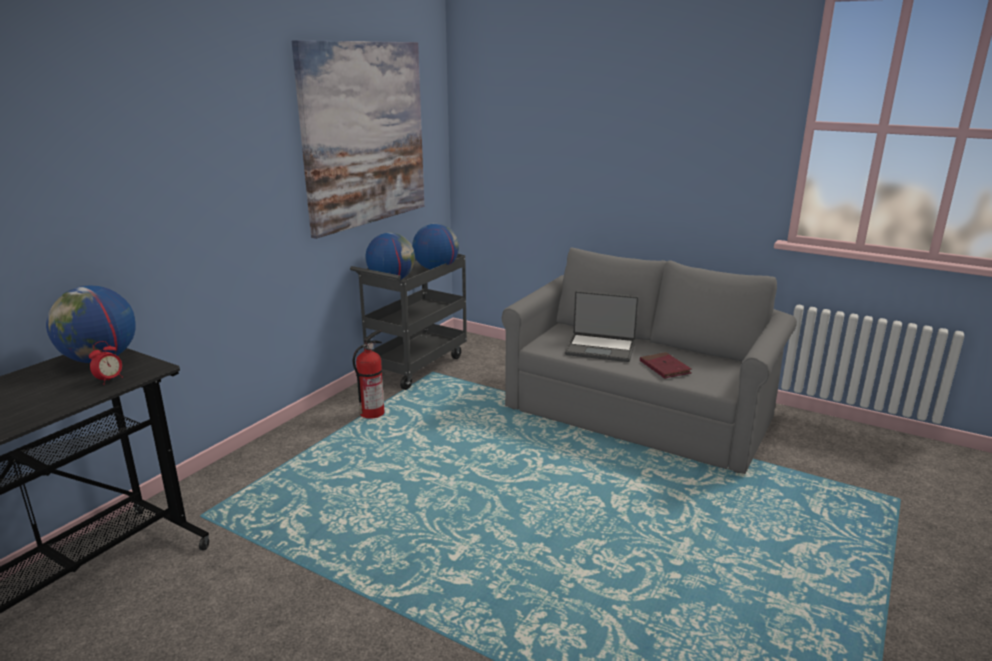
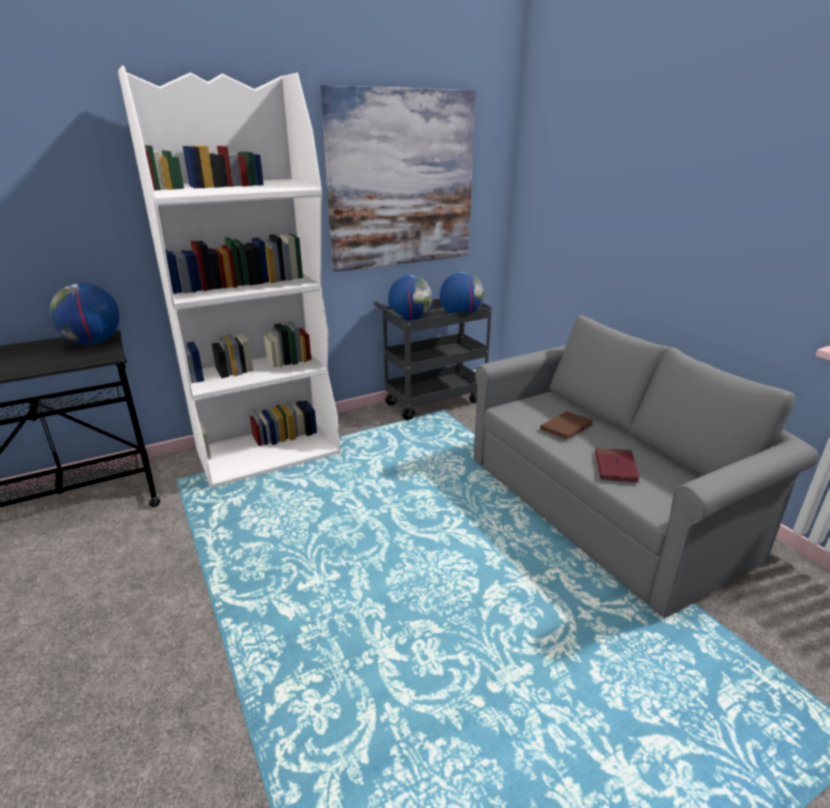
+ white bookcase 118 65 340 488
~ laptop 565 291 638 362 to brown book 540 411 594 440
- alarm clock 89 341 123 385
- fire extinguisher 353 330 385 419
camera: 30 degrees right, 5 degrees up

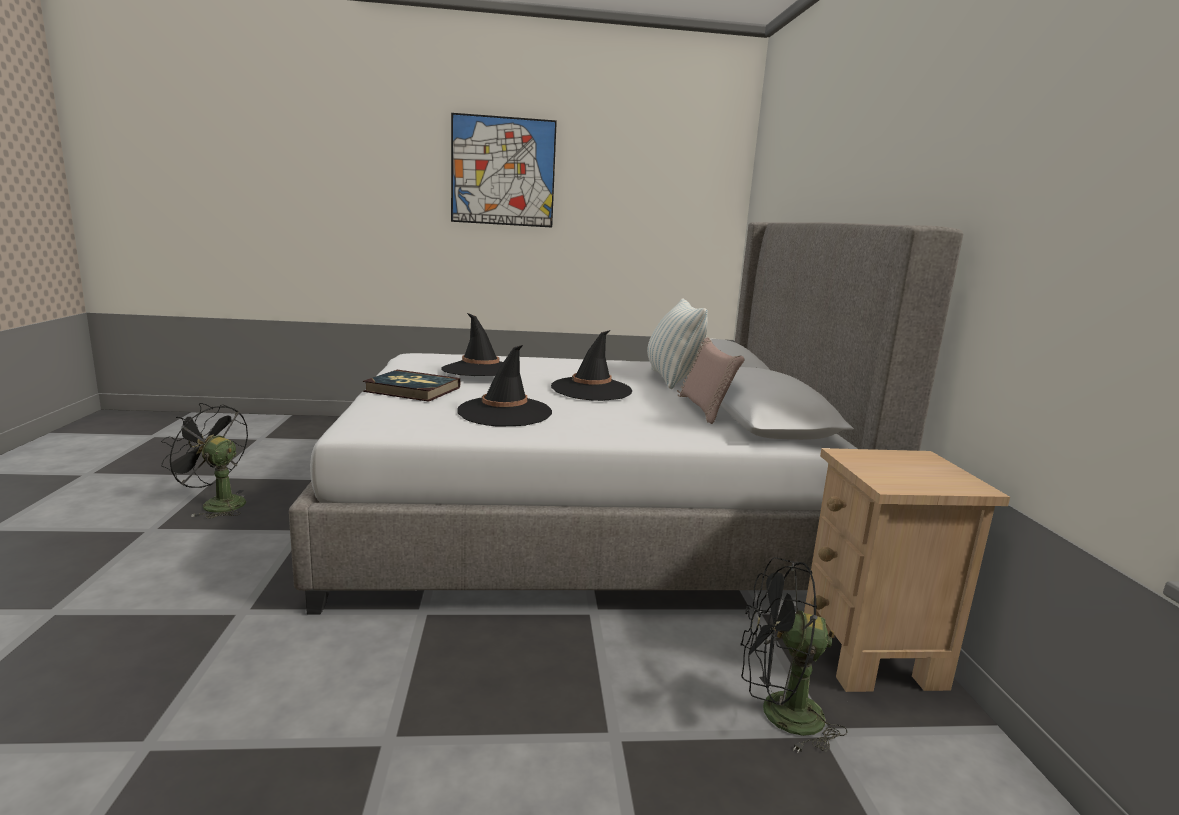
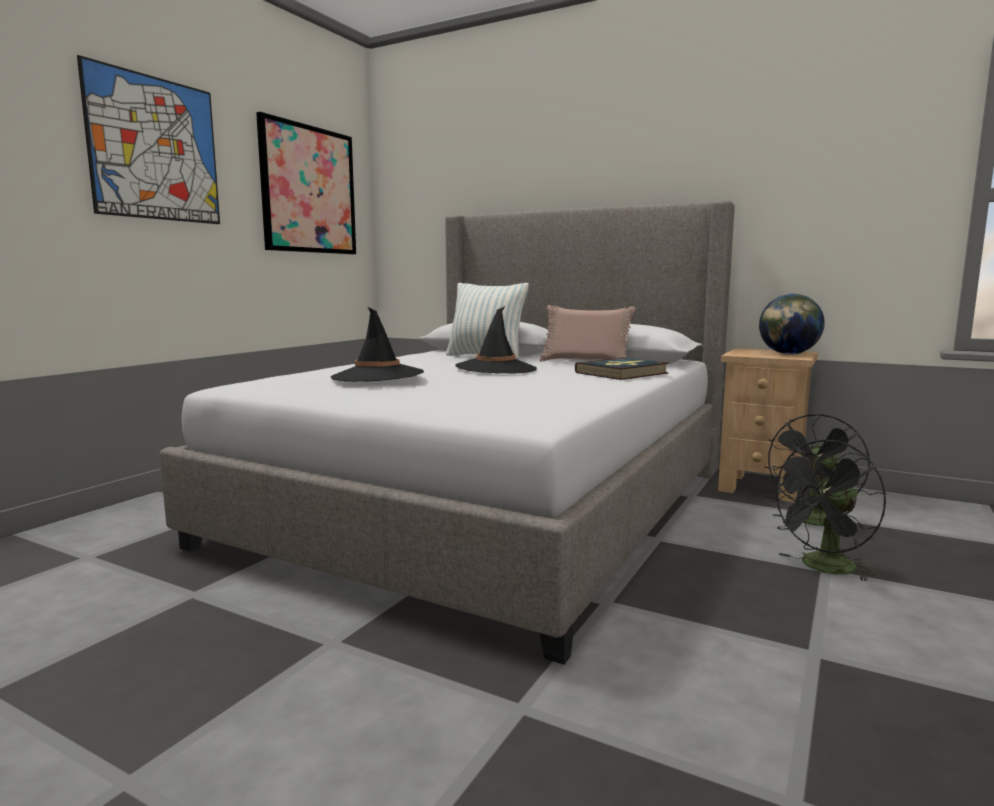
+ picture 256 112 356 254
~ book 363 370 461 402 to 575 357 669 380
+ globe 759 294 825 355
~ black fan 161 403 248 519 to 766 440 886 582
- black hat 457 345 552 426
camera: 55 degrees left, 5 degrees down

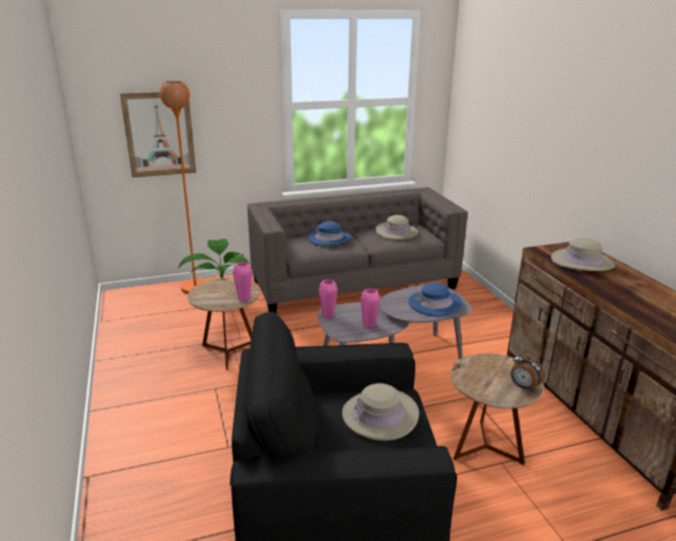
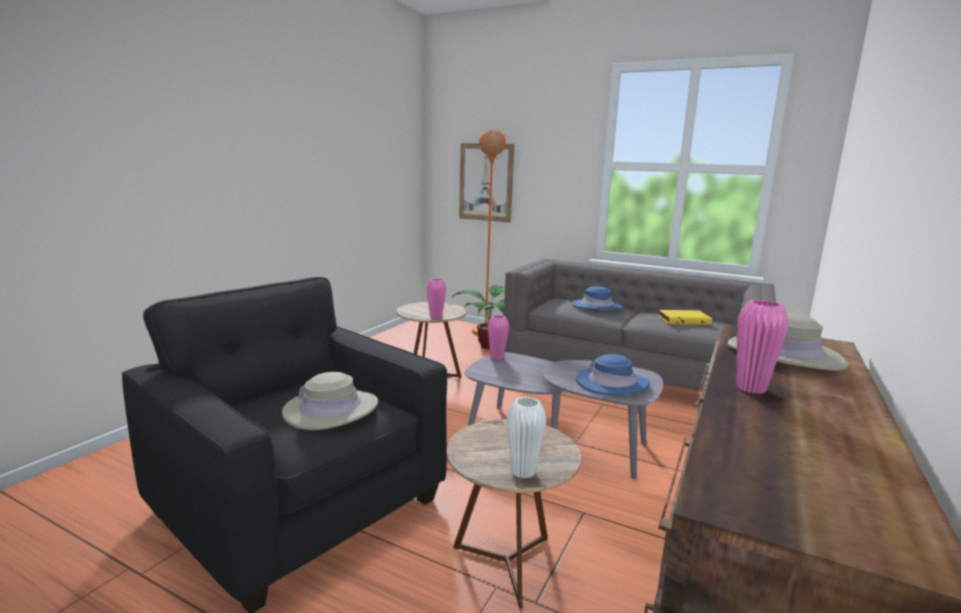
~ alarm clock 511 350 545 392 to white vase 507 397 546 479
~ beige hat 376 215 418 240 to yellow book 658 310 712 325
~ pink vase 361 288 380 328 to 736 300 788 394
camera: 45 degrees right, 10 degrees down

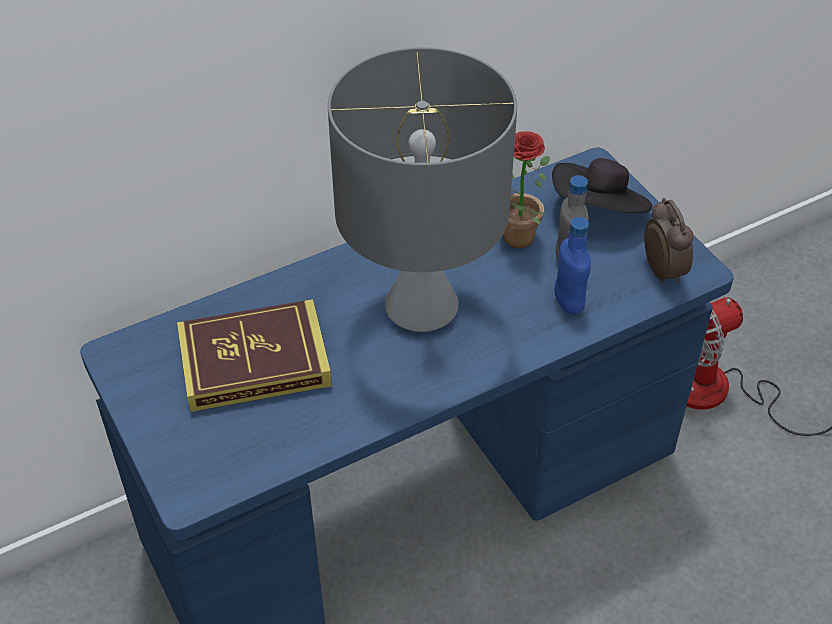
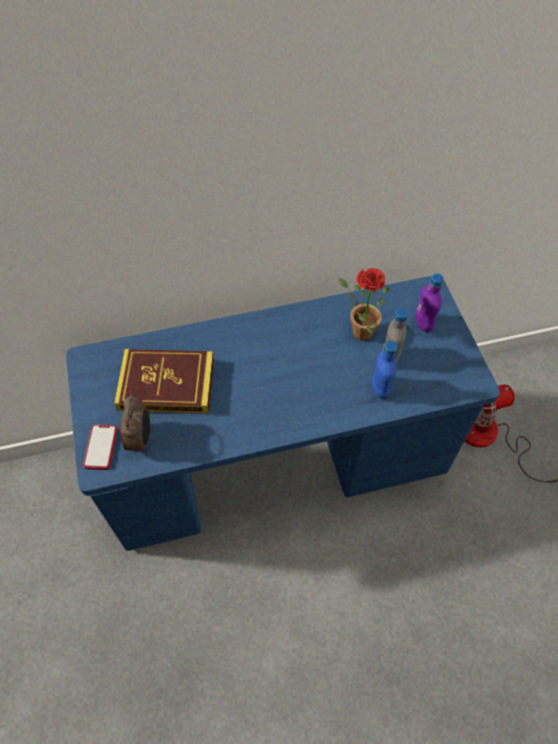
+ phone 83 425 118 470
~ alarm clock 644 198 693 285 to 120 394 150 452
~ black hat 552 158 652 213 to purple bottle 415 273 444 332
- grey table lamp 328 47 517 332
camera: 15 degrees right, 10 degrees up

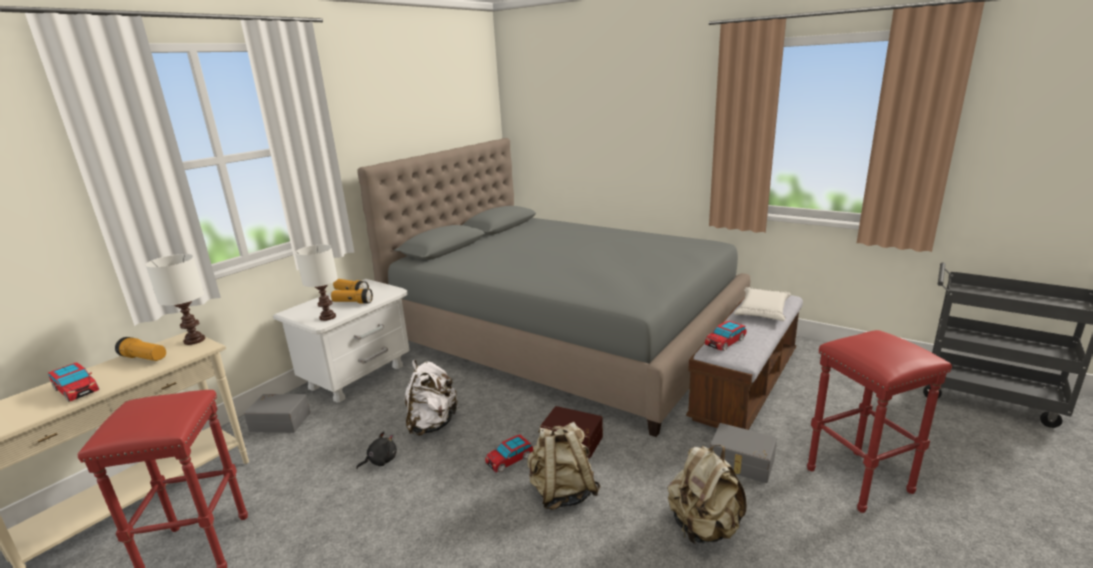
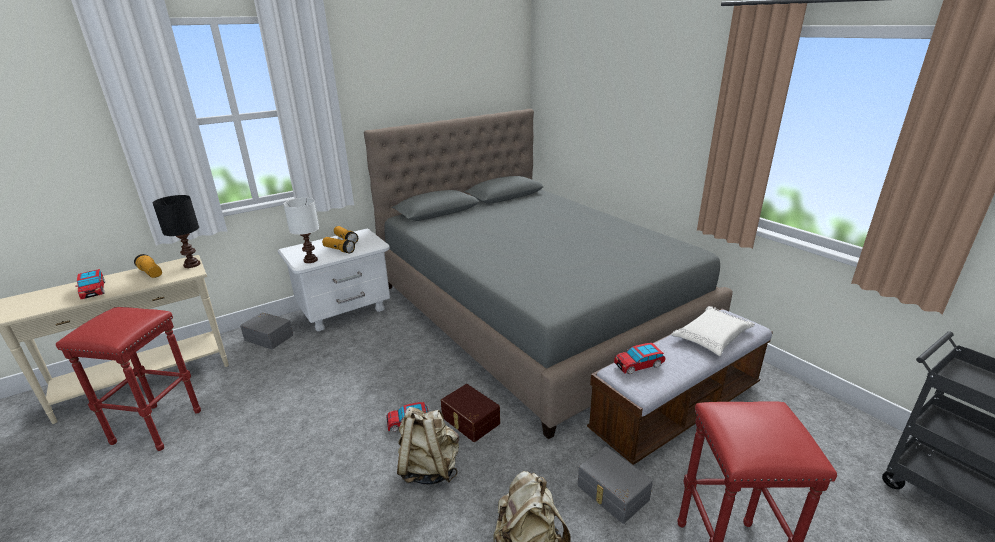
~ white table lamp 145 254 205 345 to black table lamp 153 195 201 268
- black plush toy 356 431 397 469
- white backpack 405 360 460 436
camera: 20 degrees right, 5 degrees up

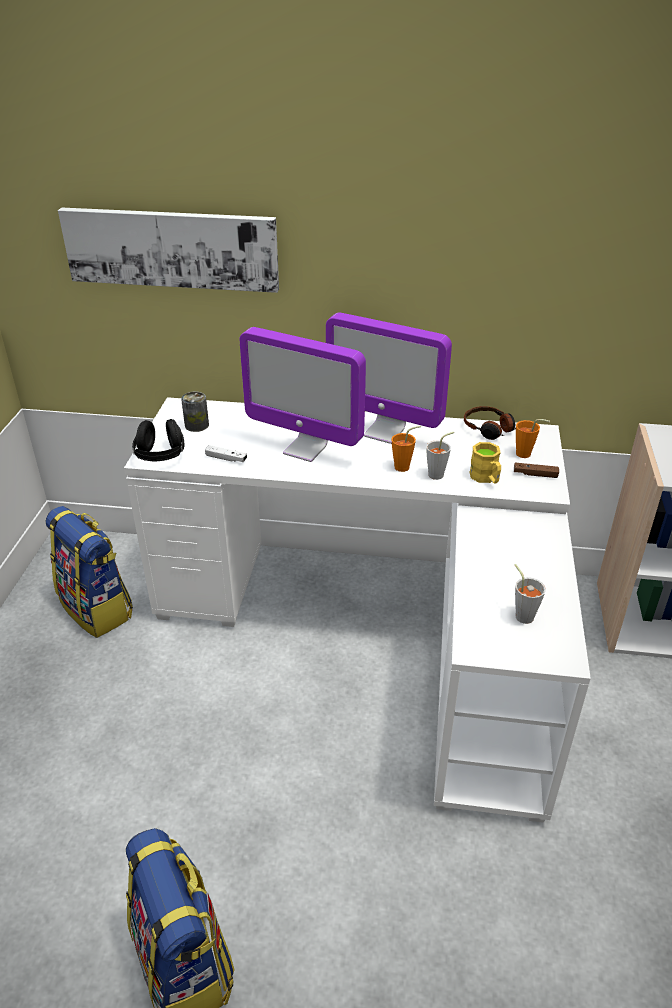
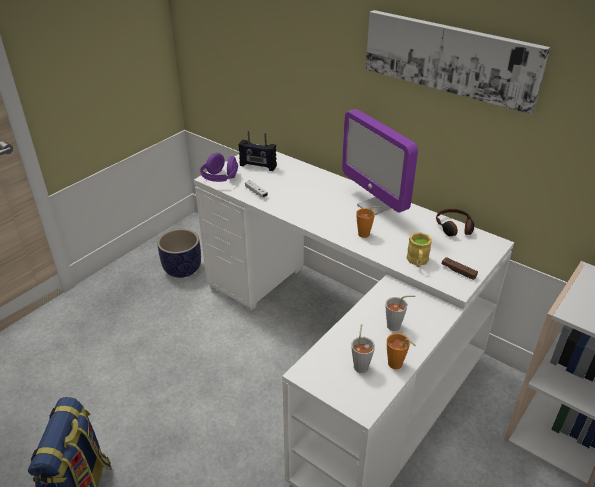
~ backpack 45 506 133 638 to planter 157 229 201 278
~ black headphones 132 419 185 461 to purple headphones 200 153 238 182
~ can 181 392 209 432 to radio 238 131 277 171
~ picture 58 208 279 293 to 366 10 550 114
~ grey cup 426 432 454 480 to 386 295 415 331
~ orange cup 516 419 550 458 to 387 333 416 369
- monitor 240 327 366 462
camera: 30 degrees right, 0 degrees up

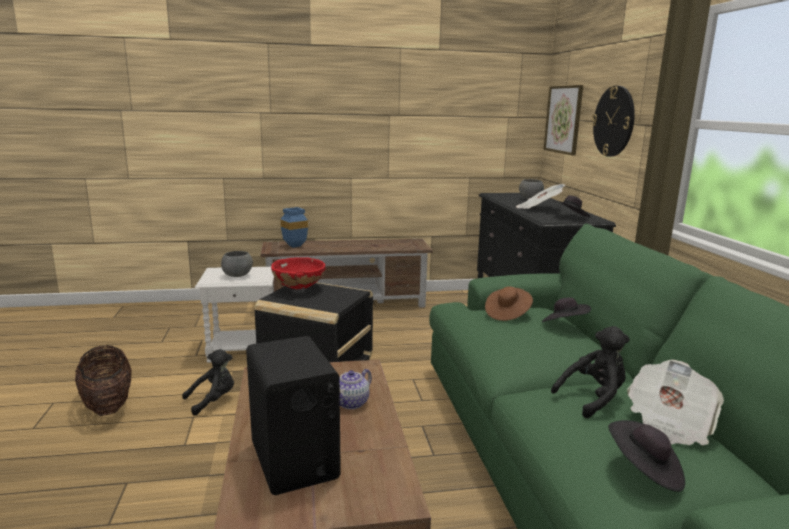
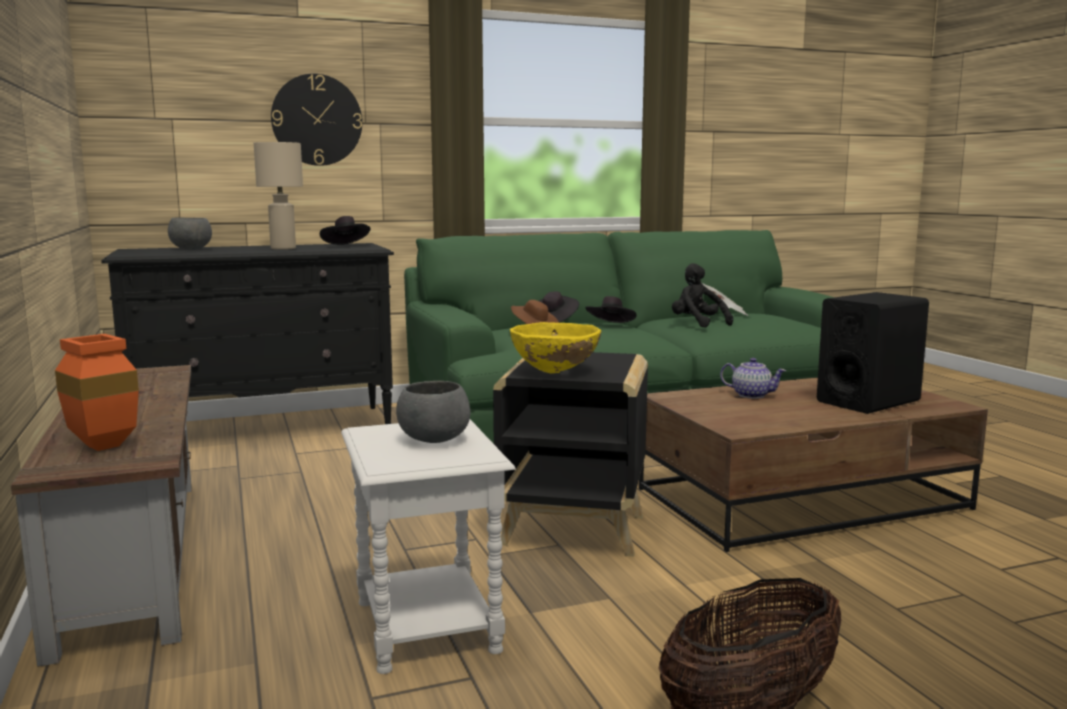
~ blue vase 280 207 308 248 to orange vase 55 334 139 451
~ newspaper 516 184 566 209 to beige table lamp 254 142 303 250
~ red bowl 271 257 325 289 to yellow bowl 510 322 602 373
~ black hat 608 420 685 492 to 585 296 637 323
- black plush toy 182 349 234 415
- picture 544 85 583 156
camera: 100 degrees left, 5 degrees down

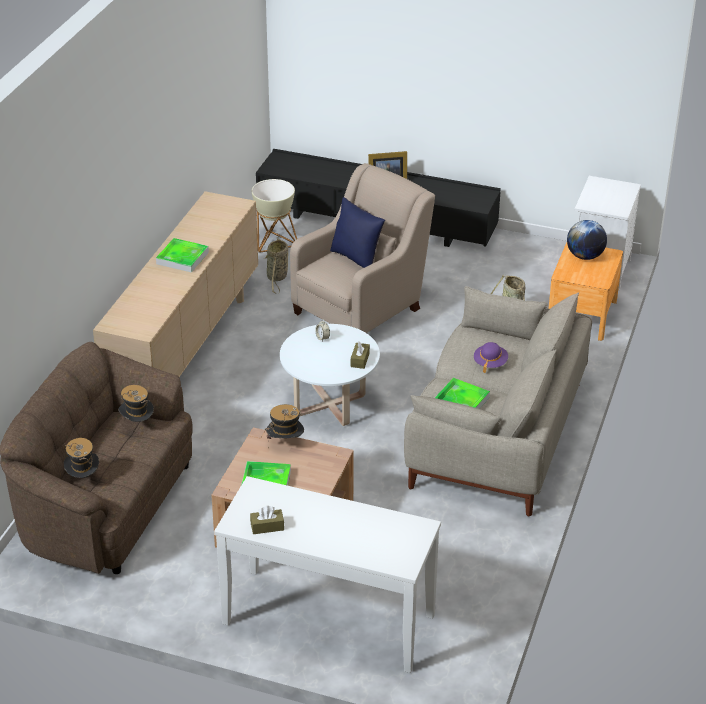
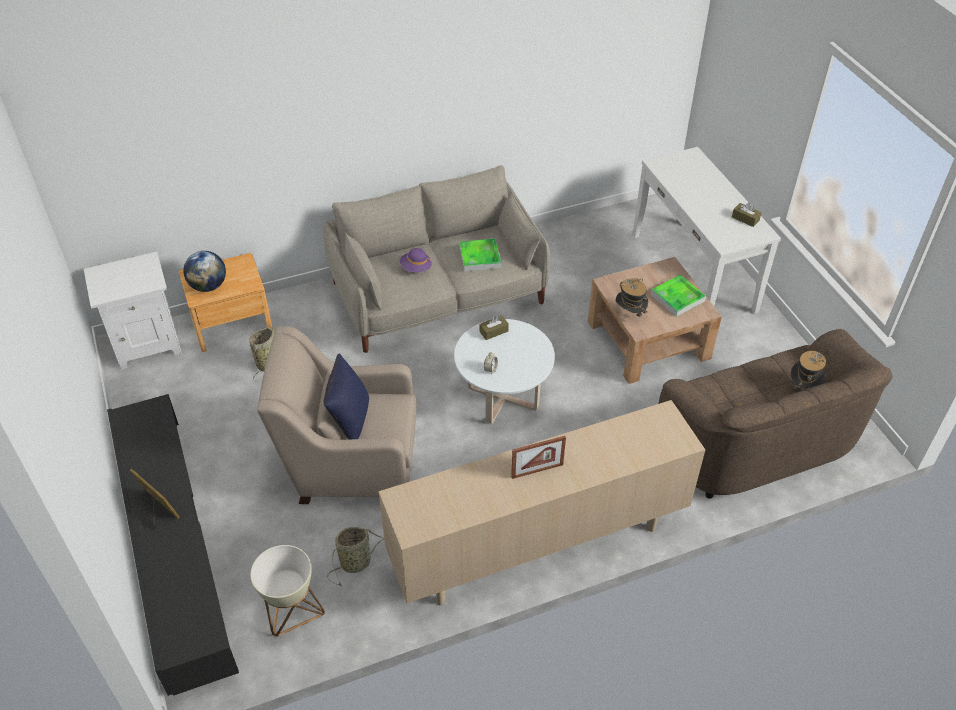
~ tray 156 238 209 273 to picture frame 511 436 566 479
- hat 118 385 154 422
camera: 130 degrees left, 10 degrees up

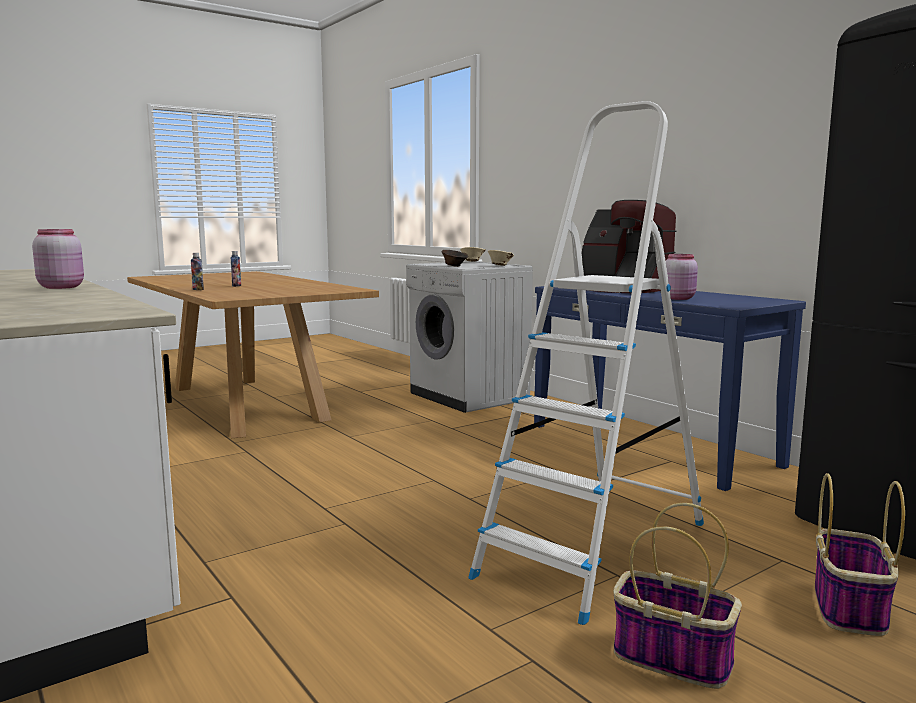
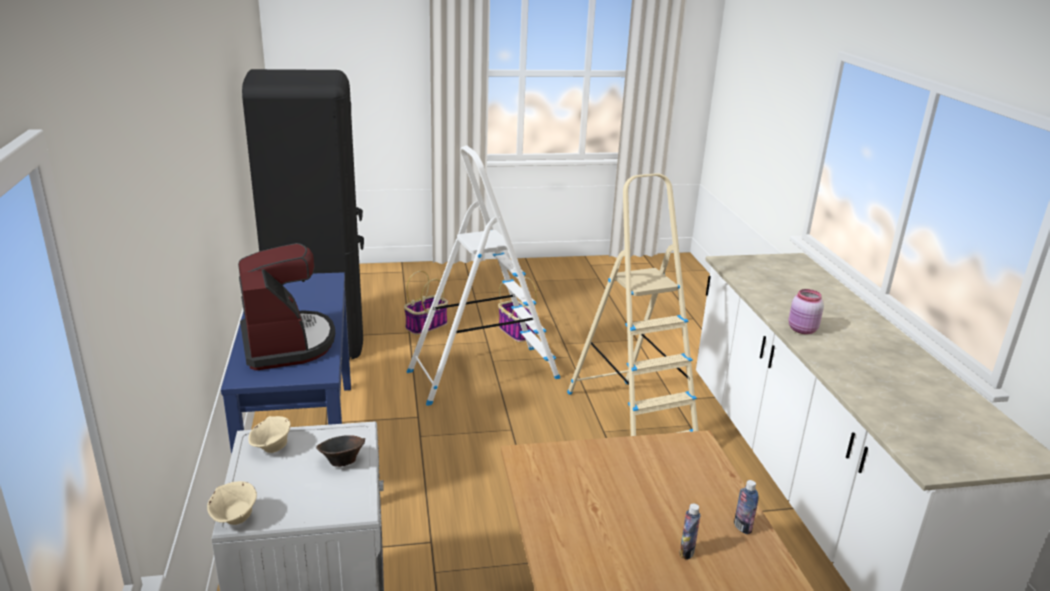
+ beige step ladder 567 173 699 436
- pink jar 666 254 698 300
camera: 155 degrees left, 15 degrees up

